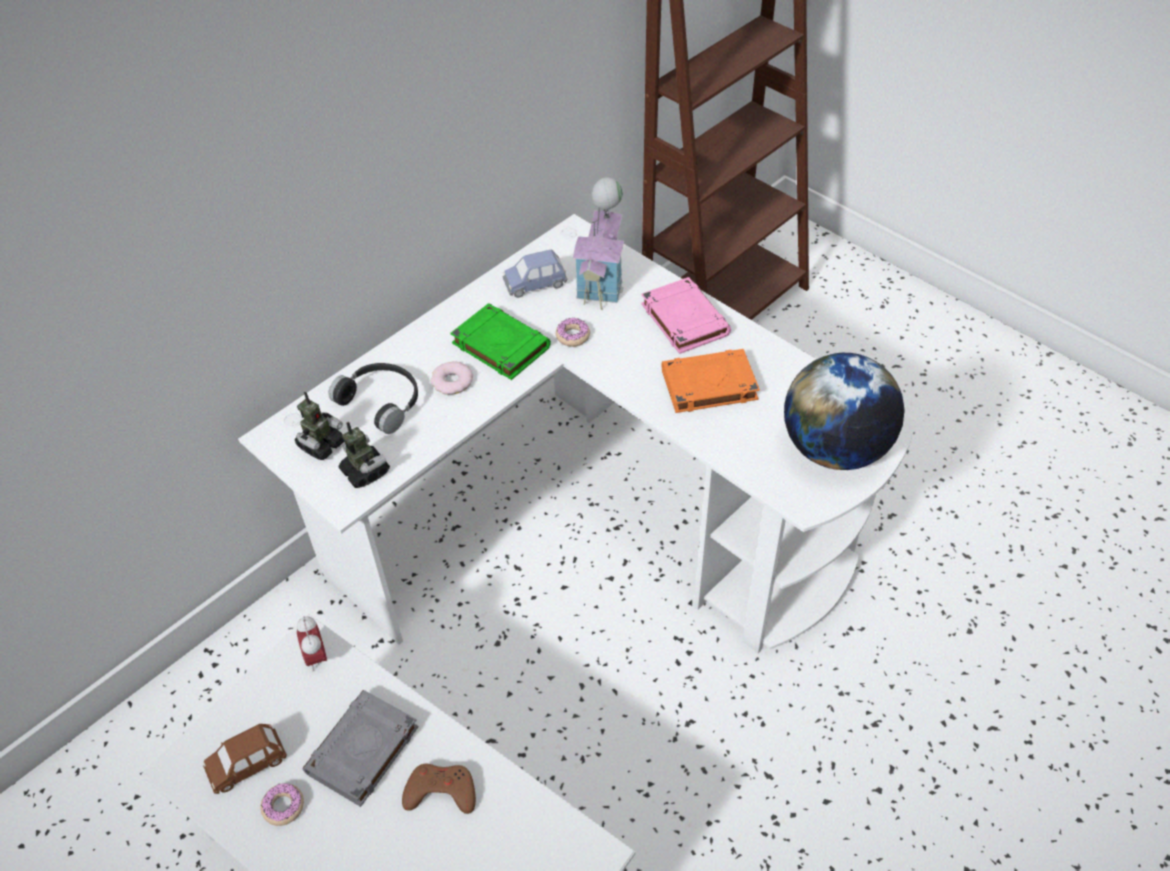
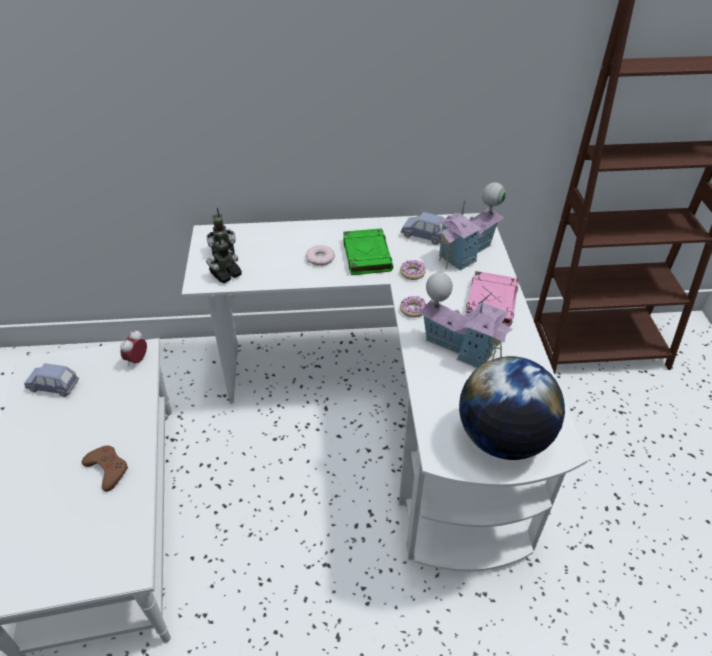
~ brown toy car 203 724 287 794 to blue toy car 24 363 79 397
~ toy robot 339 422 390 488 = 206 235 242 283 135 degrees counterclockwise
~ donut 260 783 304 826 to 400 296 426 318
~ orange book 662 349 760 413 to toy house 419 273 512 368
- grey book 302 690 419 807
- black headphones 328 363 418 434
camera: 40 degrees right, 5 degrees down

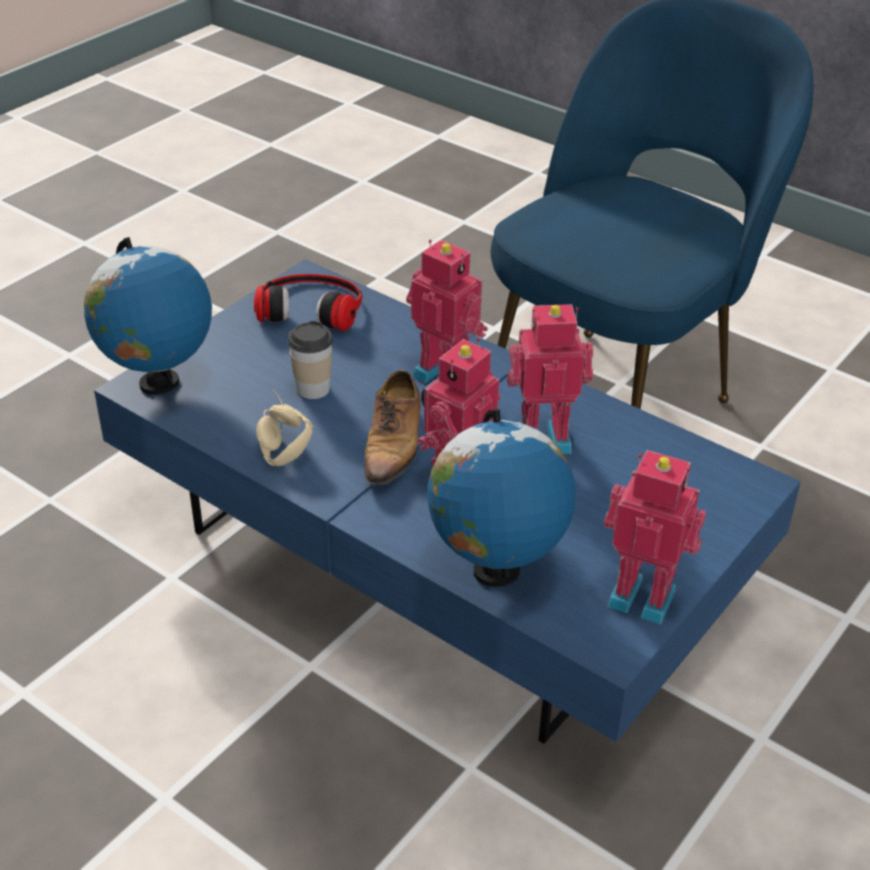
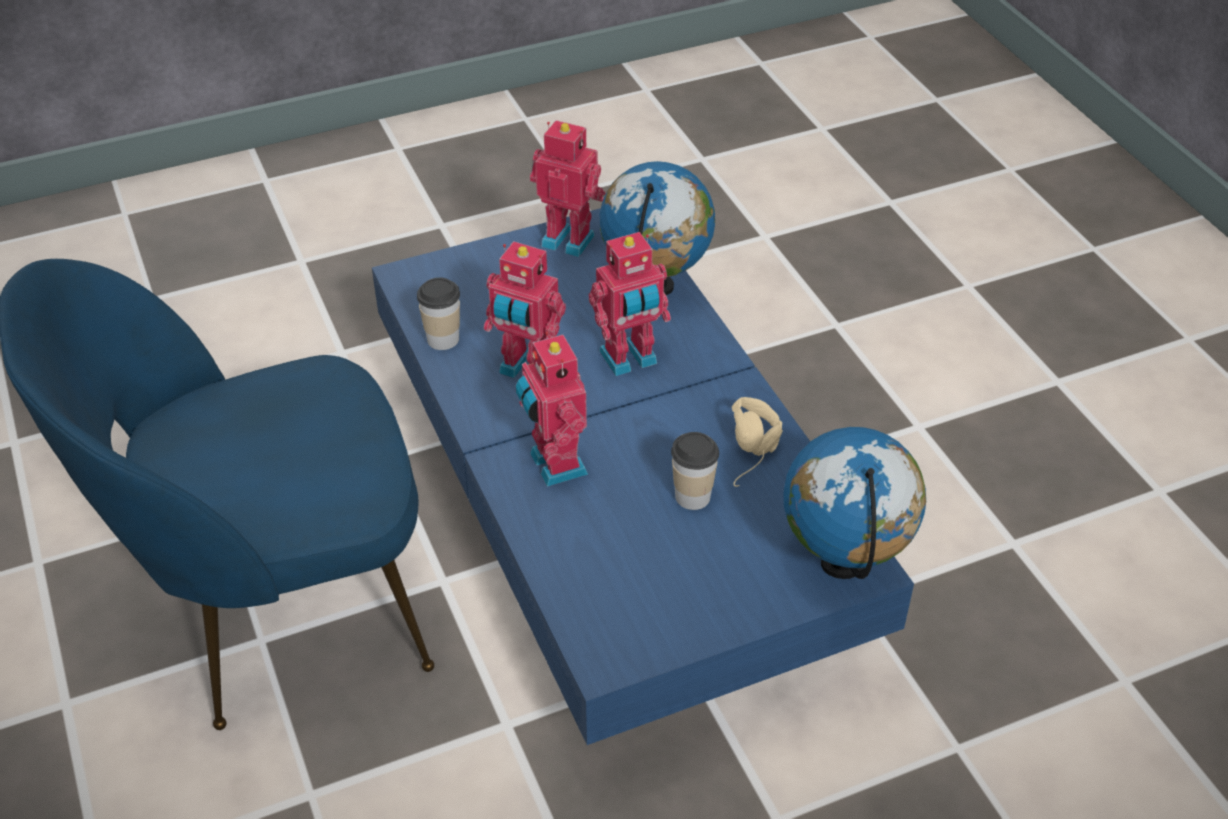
+ cup 417 277 460 350
~ toy robot 604 450 706 624 = 530 120 605 257 150 degrees clockwise
- headphones 254 274 362 331
- shoe 364 370 421 492
camera: 150 degrees left, 5 degrees up

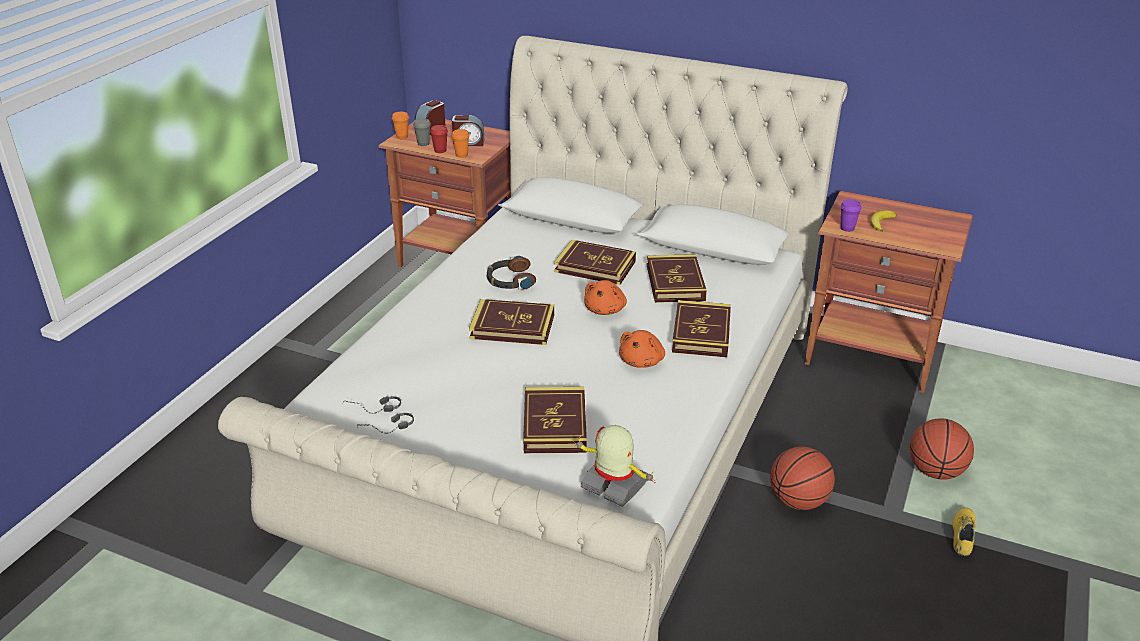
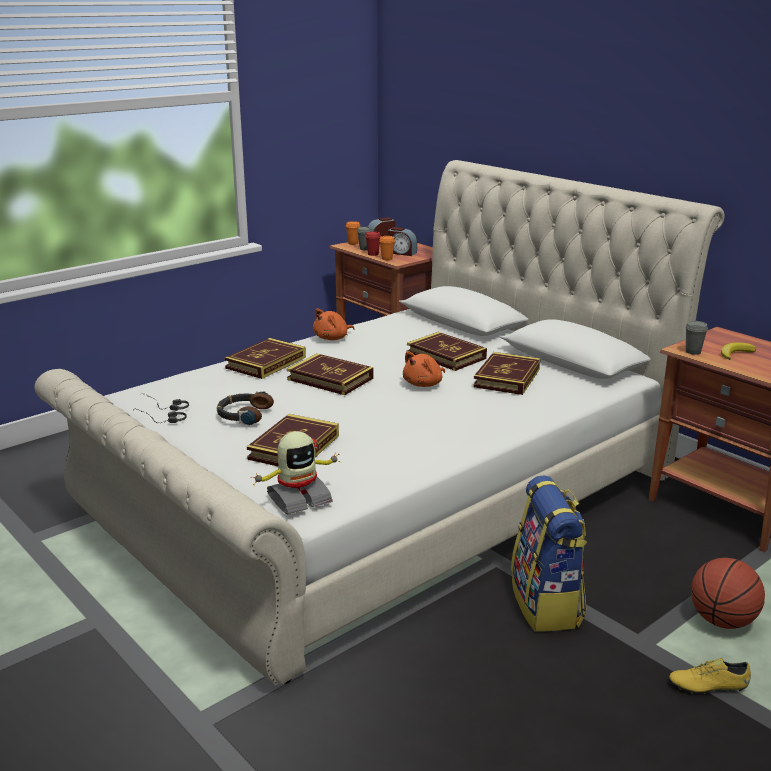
~ headphones 486 255 536 290 to 217 391 274 425
~ book 672 300 731 357 to 225 338 306 379
~ toy robot 573 425 657 507 = 250 431 340 514 90 degrees clockwise
~ orange plush toy 619 330 665 368 to 313 308 355 340
~ basketball 770 446 835 510 to backpack 511 476 587 632
~ yellow shoe 952 508 976 557 = 669 658 751 694 135 degrees counterclockwise
~ purple cup 840 199 862 232 to grey cup 685 321 708 355
camera: 25 degrees right, 10 degrees down

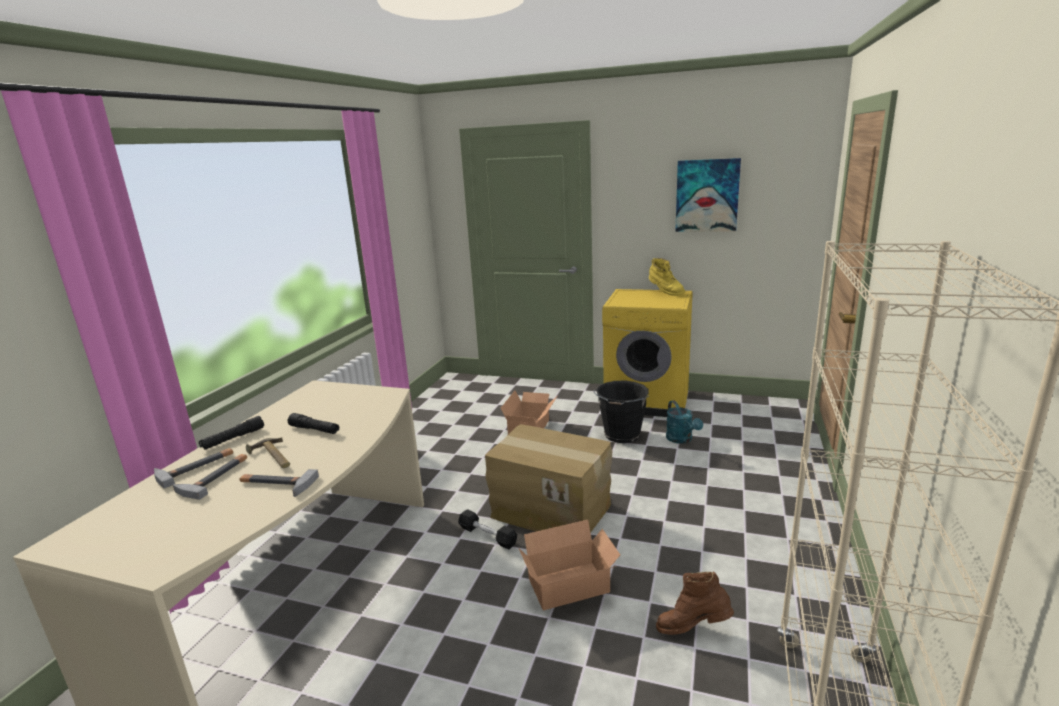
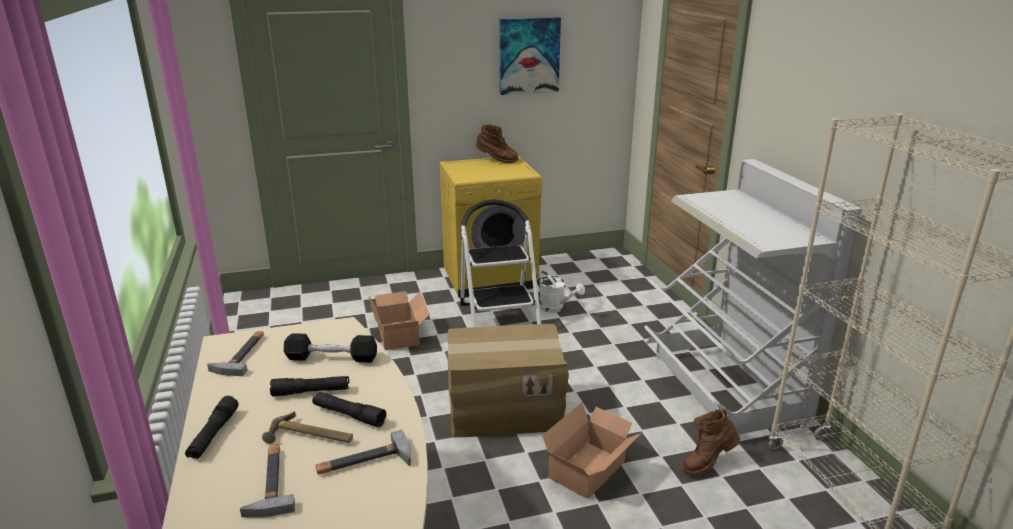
~ hammer 154 448 233 489 to 207 331 264 376
~ black dumbbell 458 509 517 550 to 284 333 377 362
+ black flashlight 312 392 386 427
~ black bucket 593 381 649 443 to step ladder 460 200 541 327
~ yellow boot 649 258 685 296 to brown boot 476 124 518 163
~ turquoise watering can 666 400 703 444 to white watering can 536 271 585 313
+ white shoe rack 644 159 862 435
camera: 35 degrees left, 5 degrees up

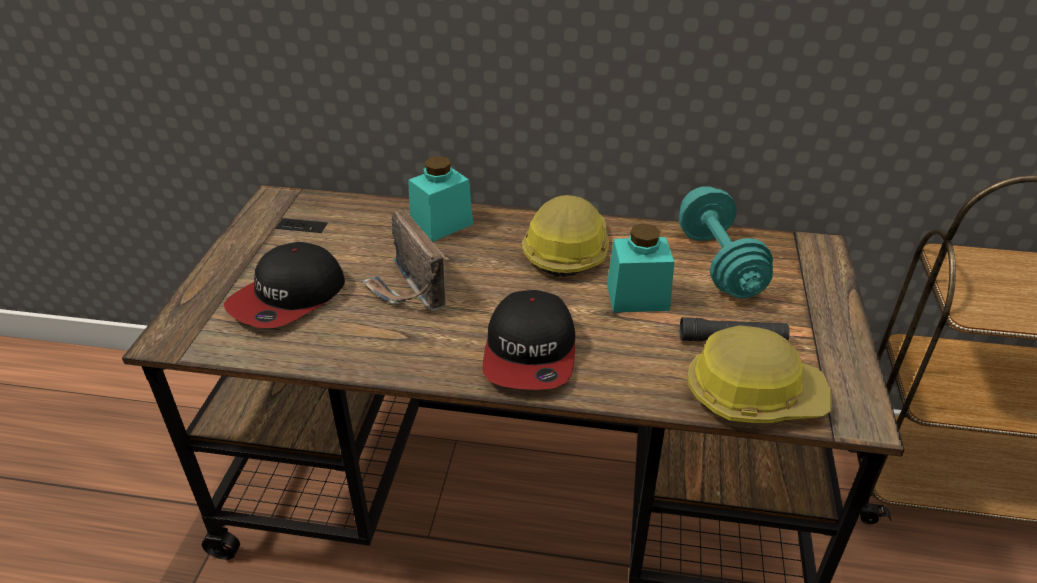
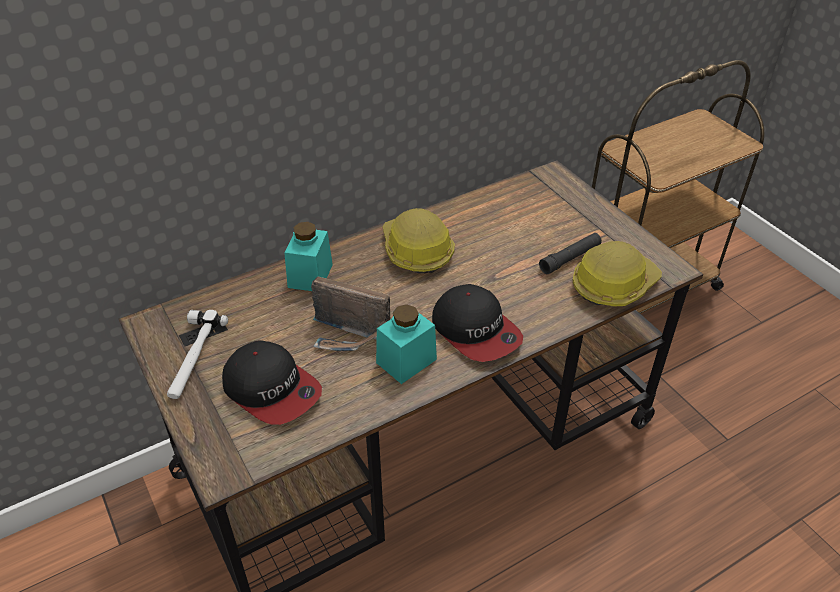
+ hammer 167 310 228 399
~ cap 224 242 345 328 = 222 340 322 425 45 degrees counterclockwise
~ turquoise jar 607 223 674 312 to 376 304 437 384
- turquoise dumbbell 679 186 773 298
camera: 40 degrees left, 5 degrees up

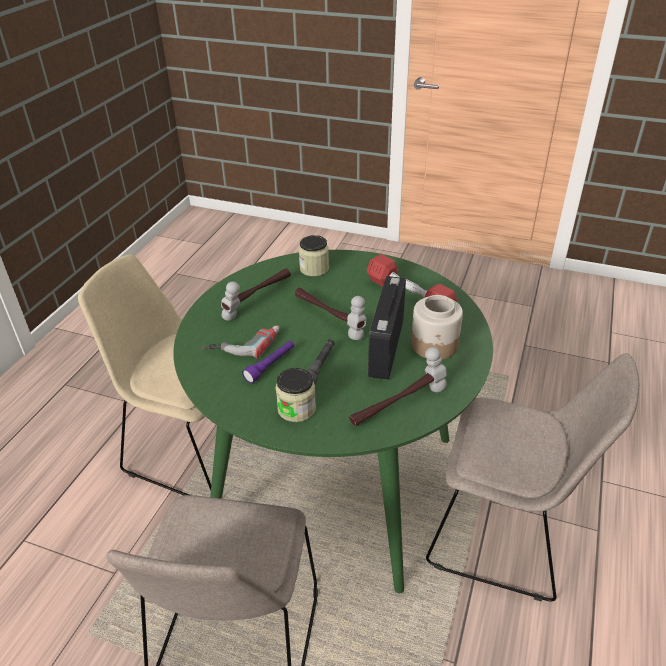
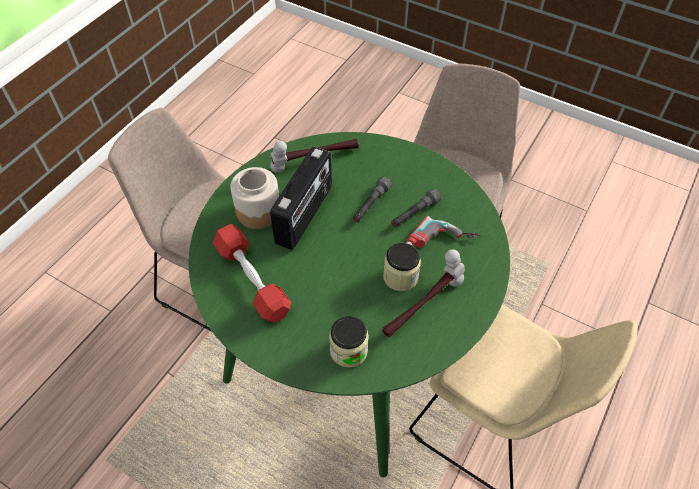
~ jar 275 368 316 422 to 383 243 421 291
~ purple flashlight 242 340 294 383 to grey flashlight 391 189 441 227
- hammer 295 287 367 340
camera: 170 degrees left, 15 degrees up

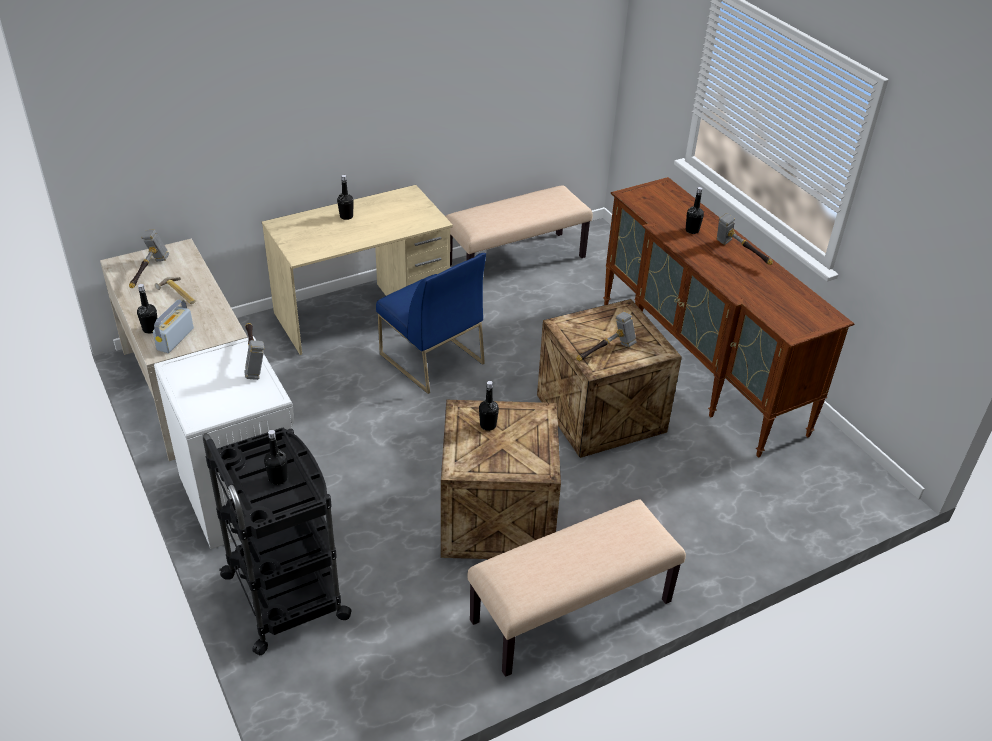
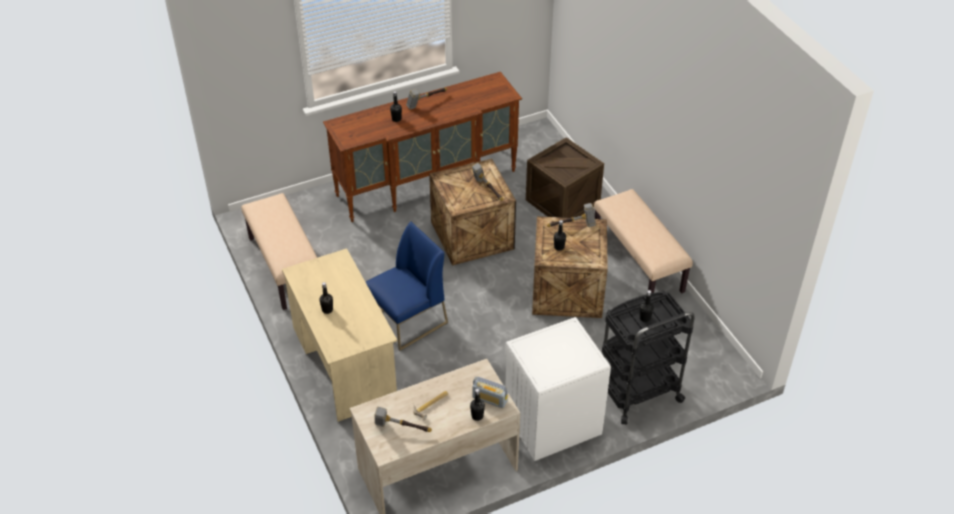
+ crate 526 137 604 218
~ hammer 244 323 264 380 to 547 203 596 227
camera: 85 degrees left, 5 degrees up

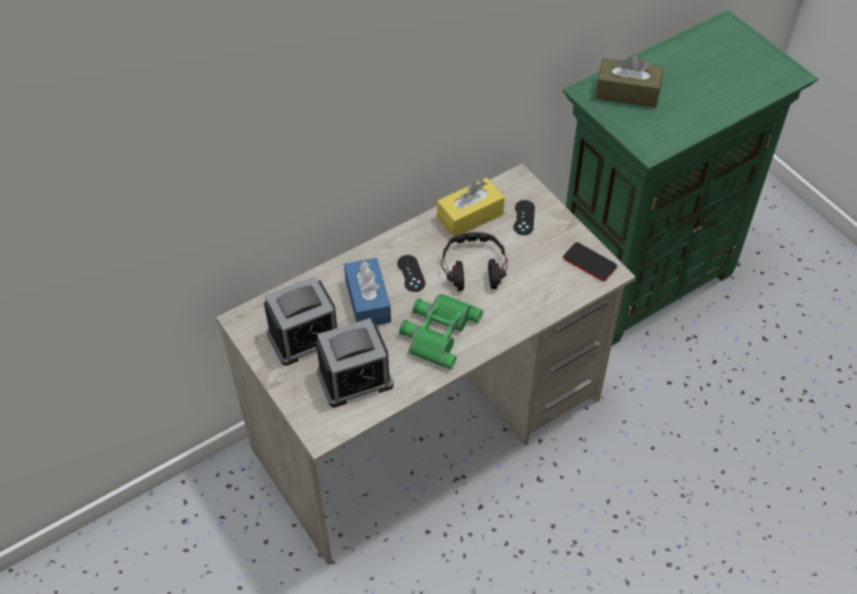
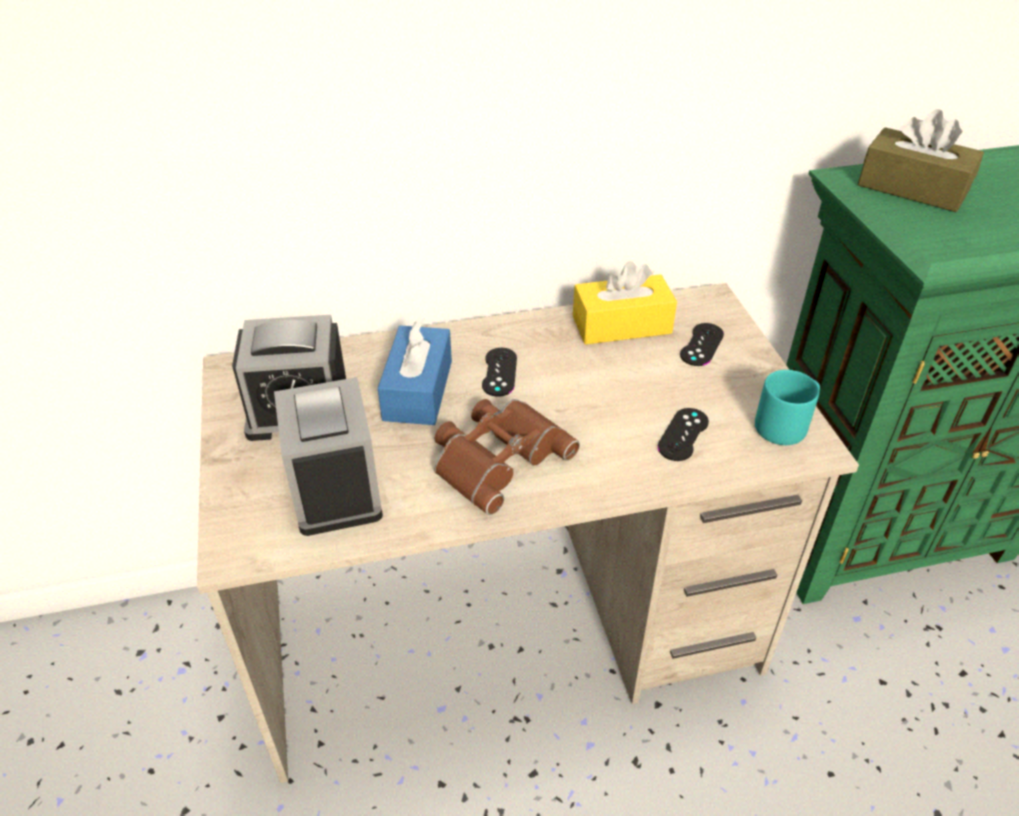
~ alarm clock 316 318 394 407 = 274 377 383 536 75 degrees clockwise
~ green binoculars 399 294 483 369 to brown binoculars 434 399 580 515
+ black game controller 658 408 709 461
~ phone 563 242 617 281 to turquoise mug 755 370 820 445
- headphones 441 232 508 291
camera: 20 degrees right, 10 degrees down

